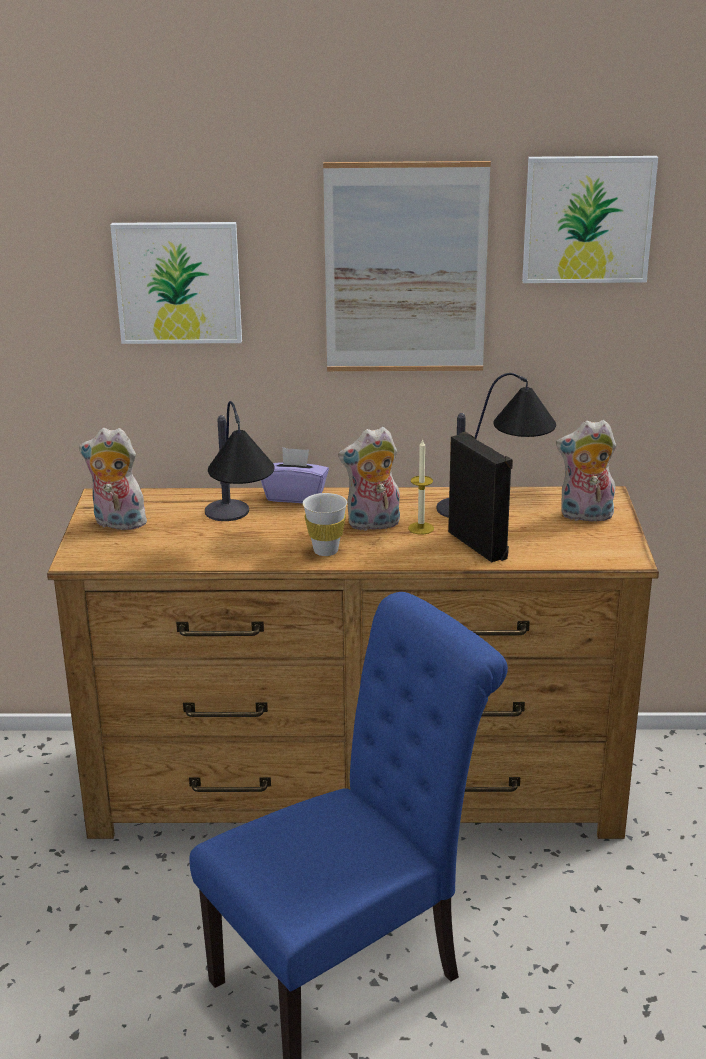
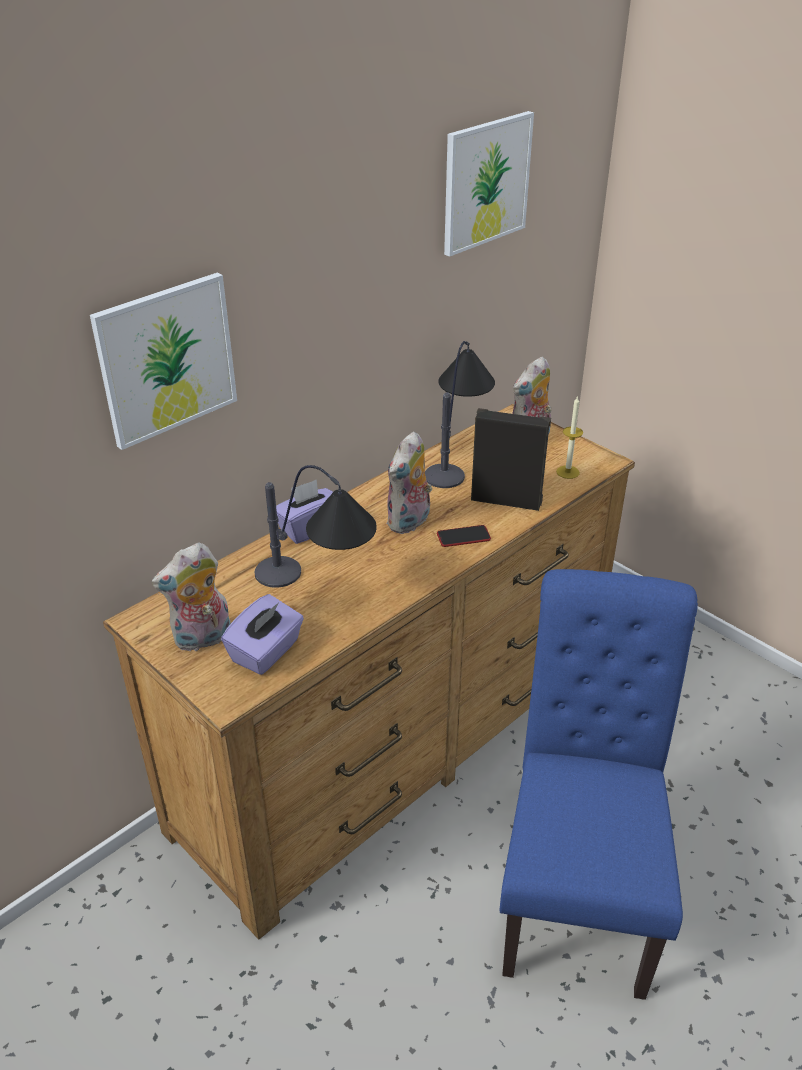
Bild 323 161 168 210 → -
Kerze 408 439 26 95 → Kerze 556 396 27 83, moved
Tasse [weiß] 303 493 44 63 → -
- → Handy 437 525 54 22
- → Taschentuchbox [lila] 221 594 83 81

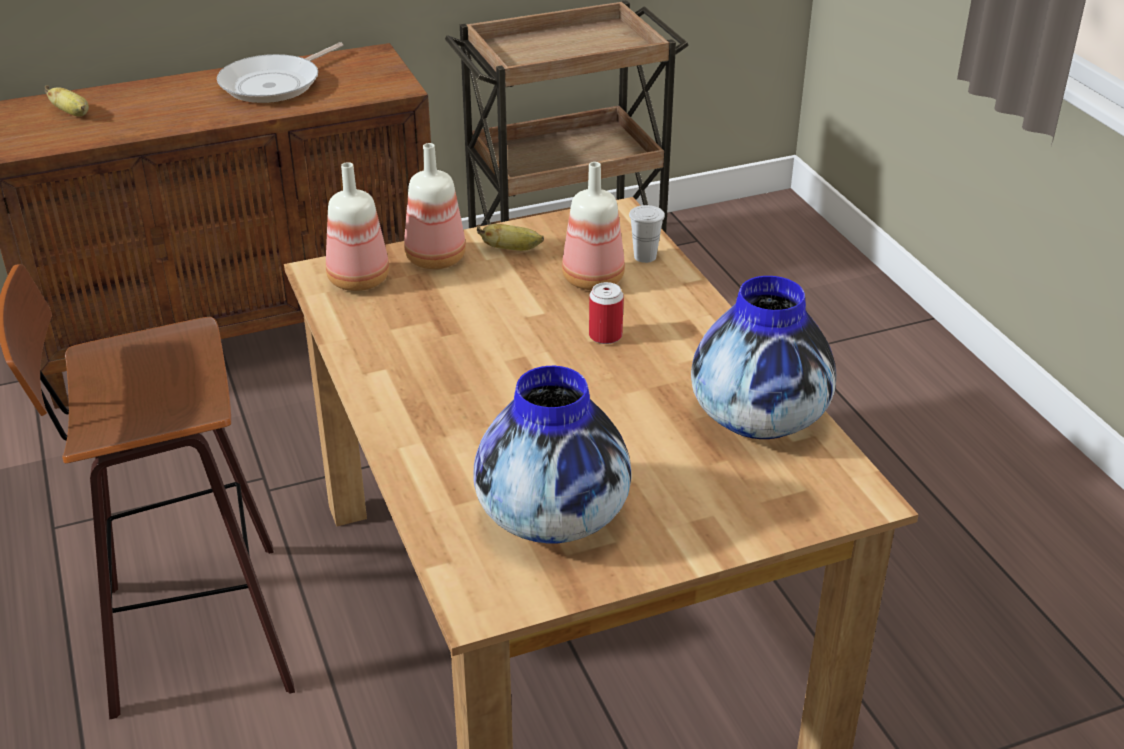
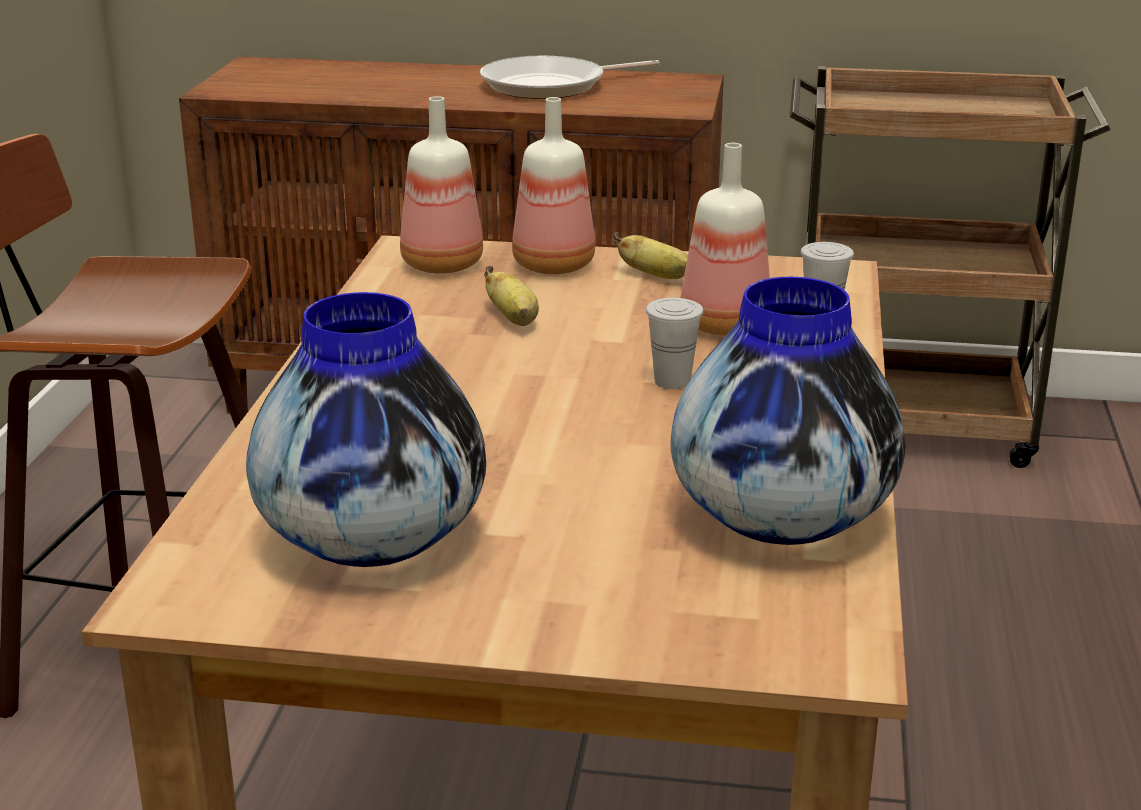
Banane 45 85 44 31 → Banane 484 266 55 60, moved
Dose 589 282 35 62 → Tasse [weiß] 646 298 58 91

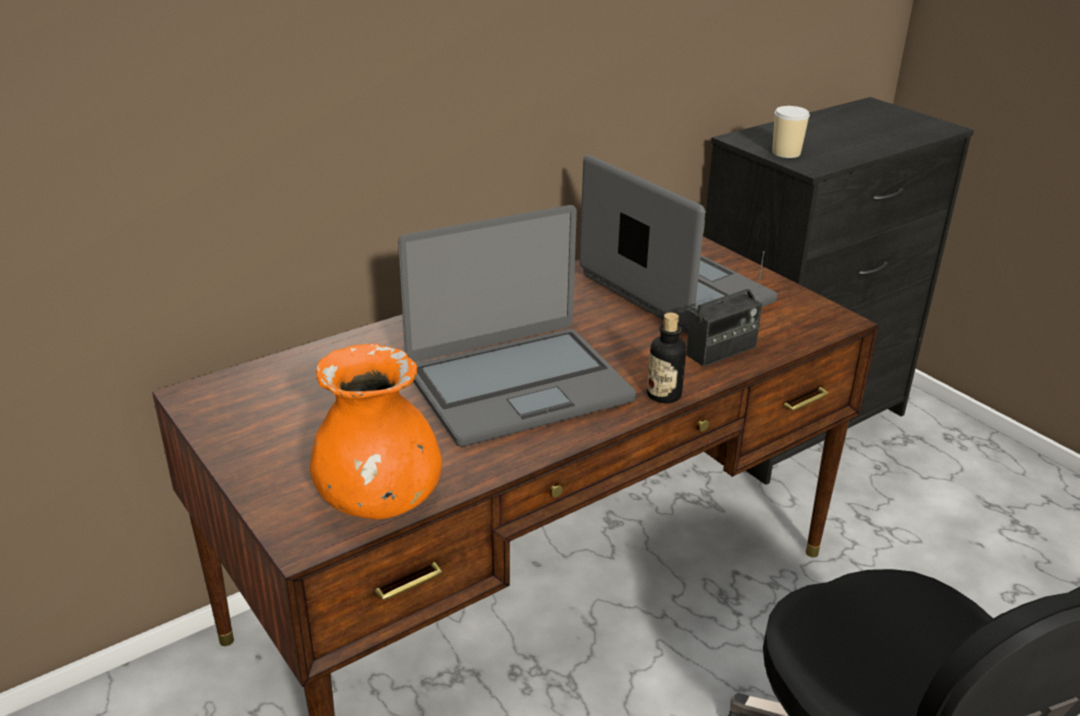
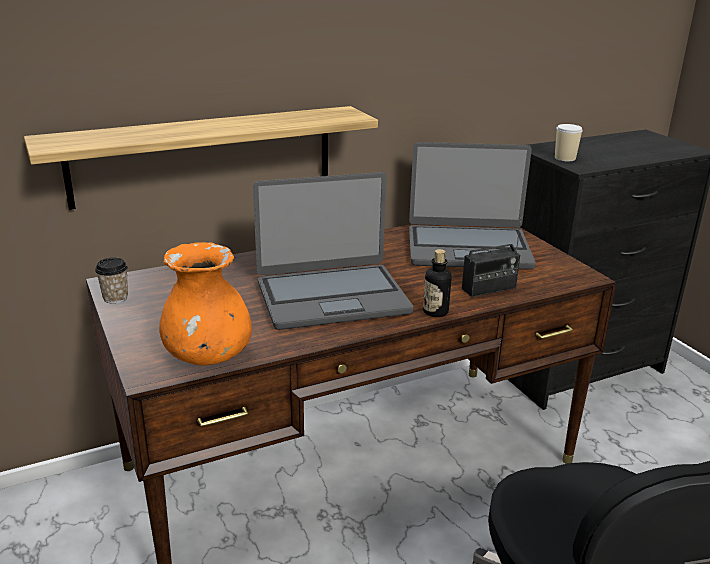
Laptop 579 155 199 179 → Laptop 409 142 127 128, 120 degrees clockwise
- → Wandregal 24 106 354 104
- → Tasse 95 257 33 47

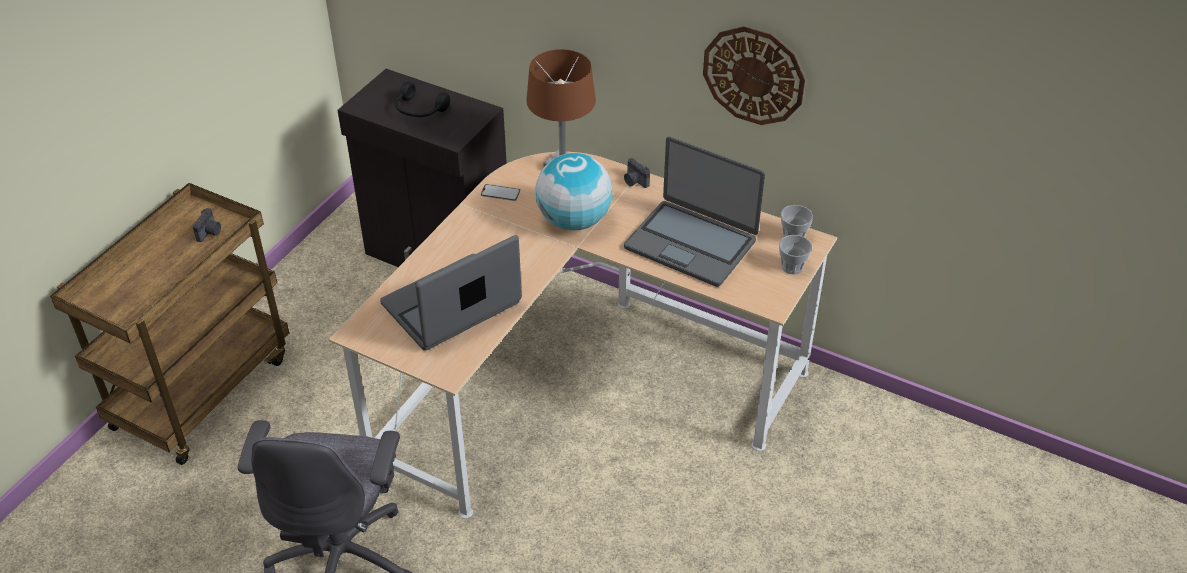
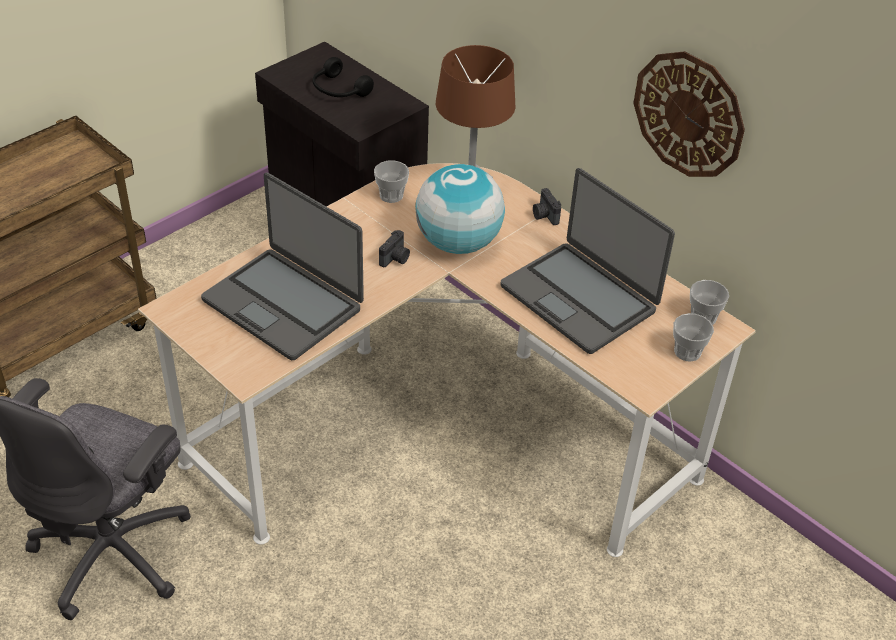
Handy 481 184 39 17 → Tasse 374 161 35 42
Kamera 192 208 29 34 → Kamera 379 230 31 37, moved
Laptop 380 235 142 116 → Laptop 201 173 163 187, 120 degrees counterclockwise

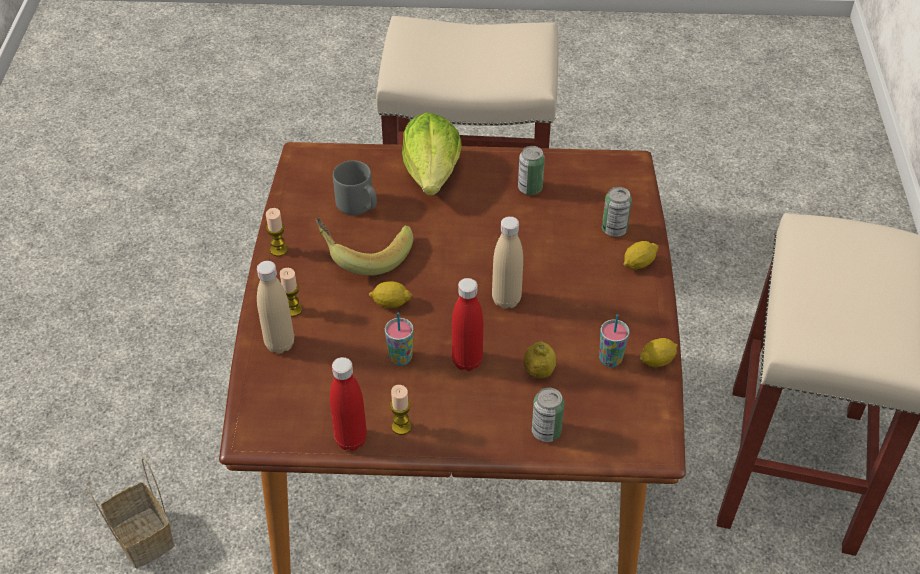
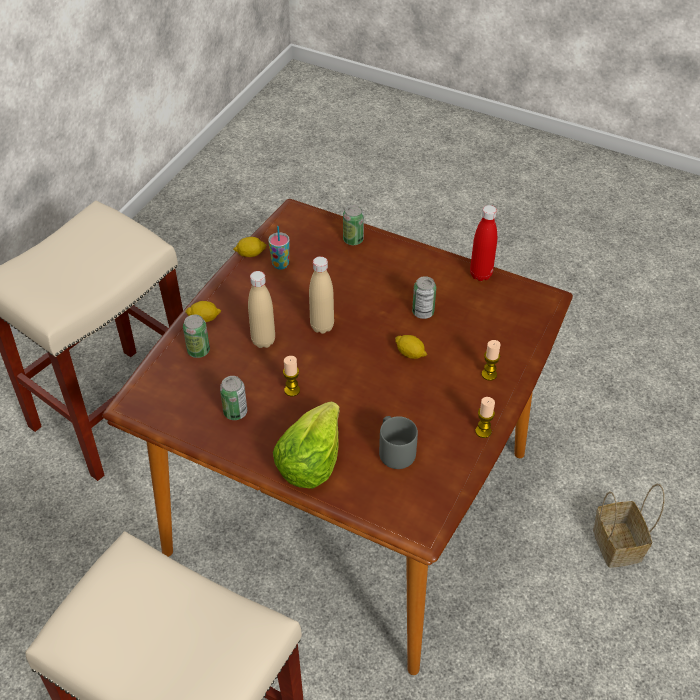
Banane 315 218 99 58 → -
Flasche [beige] 257 261 37 93 → Flasche [beige] 248 271 27 77, moved
Flasche [rot] 452 278 31 93 → -
Tasse 385 313 29 53 → Dose 412 276 24 43
Zitrone 524 342 32 37 → -
Kerze 390 385 22 50 → Kerze 283 356 17 40, moved

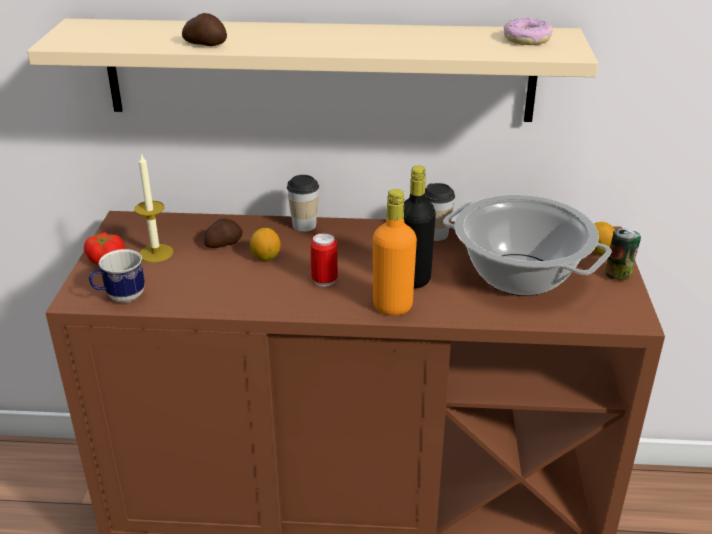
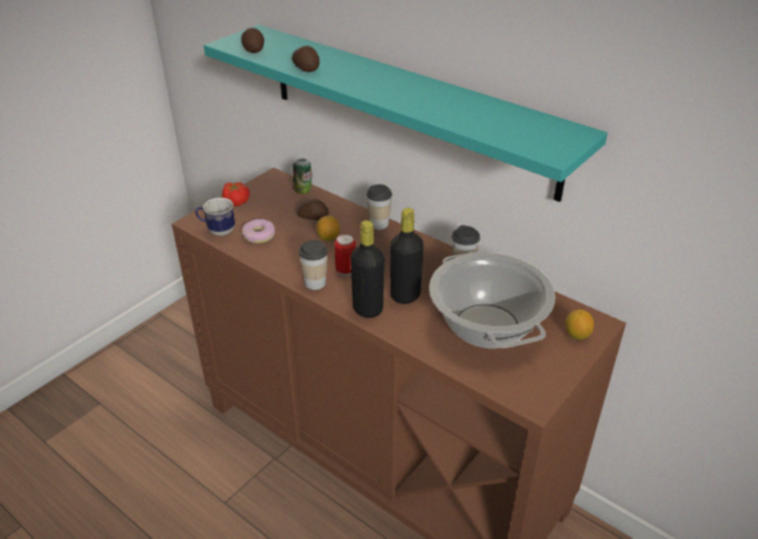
Donut 504 18 49 27 → Donut 242 219 33 24, moved
Wandregal [beige] 27 19 571 103 → Wandregal [türkis] 204 25 404 177
Kerze 134 153 39 110 → -
Flasche [orange] 373 189 44 127 → Flasche [schwarz] 351 220 33 98
Dose 606 228 35 52 → Dose 293 158 19 36, moved
- → Kartoffel 241 28 23 25
- → Tasse 299 240 29 50

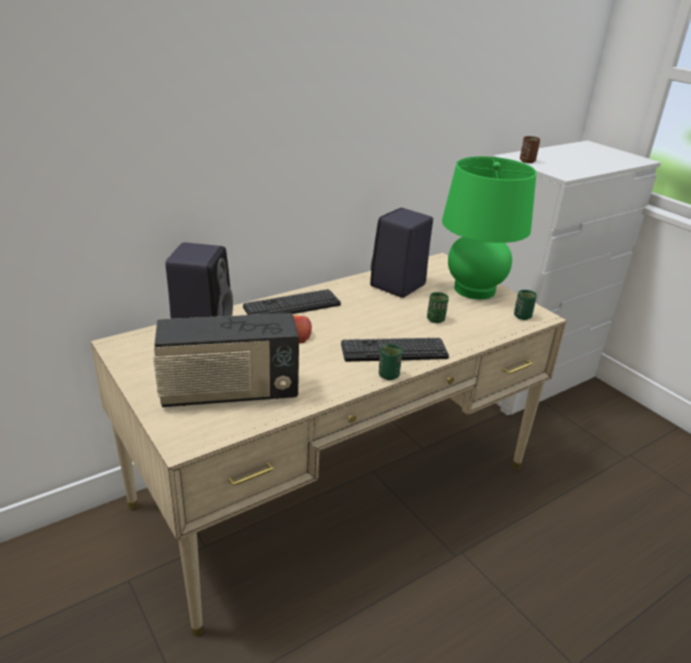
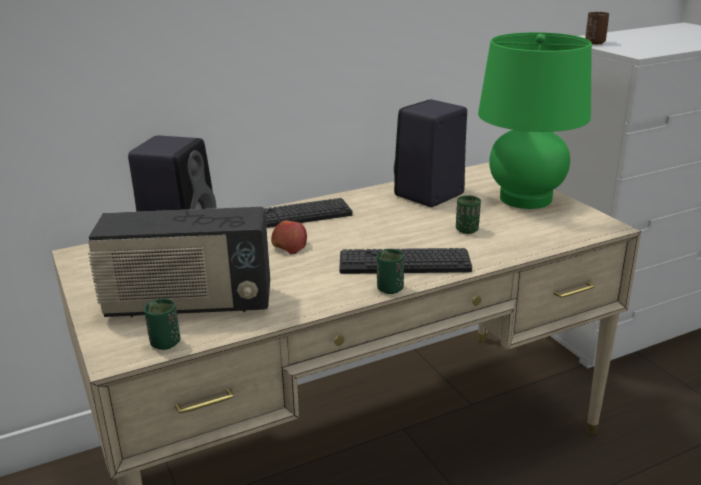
Tasse [grün] 514 290 23 30 → Tasse [grün] 144 299 36 51, moved

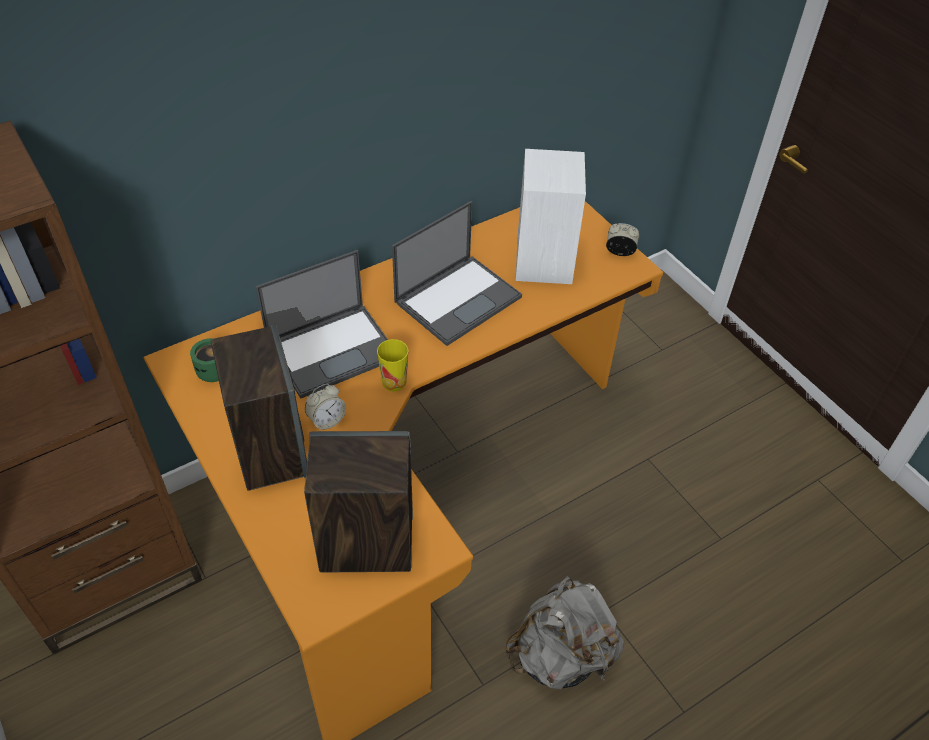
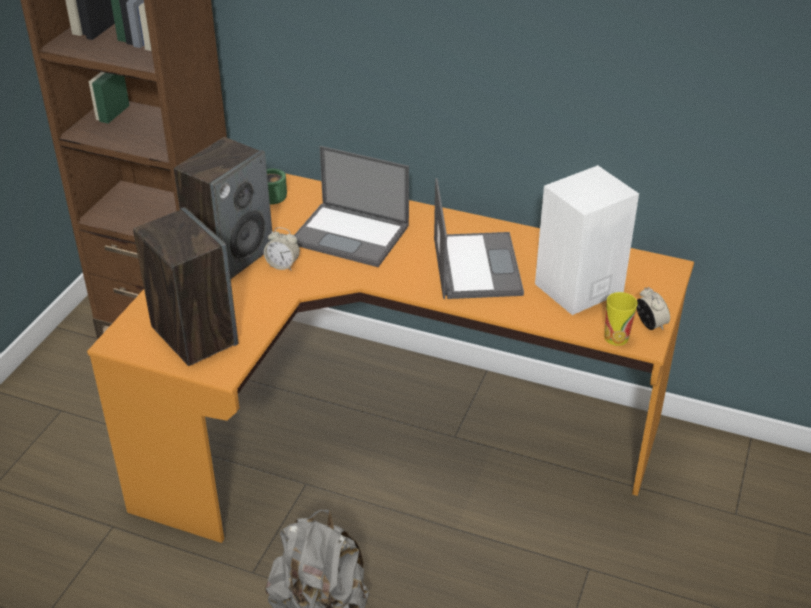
Laptop 392 201 130 145 → Laptop 434 178 90 121, 105 degrees counterclockwise
Tasse 377 339 31 53 → Tasse 604 292 34 54, moved

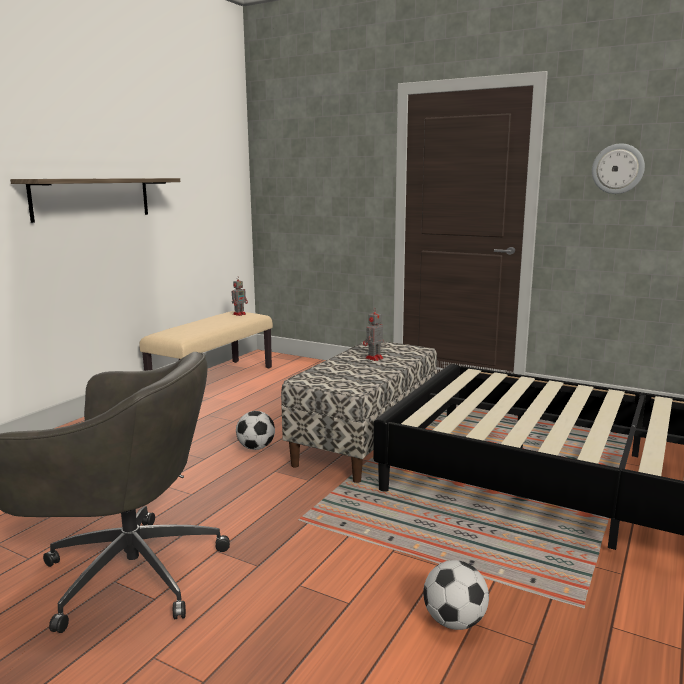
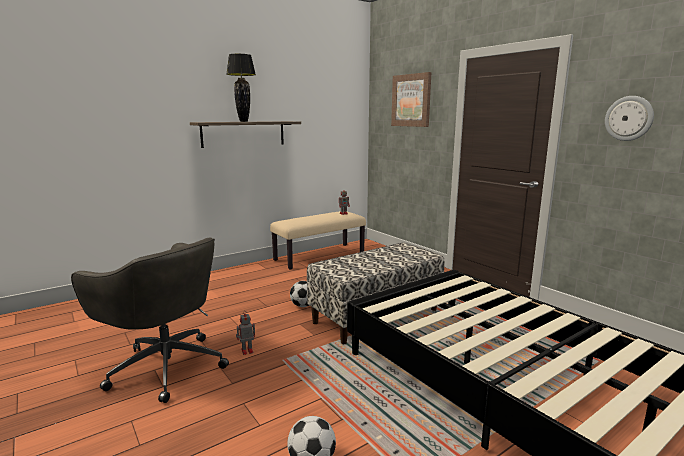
Spielzeugroboter 363 308 21 53 → Spielzeugroboter 236 312 19 43, moved
- → Tischlampe [schwarz] 227 54 29 68
- → Bild 391 72 41 55

